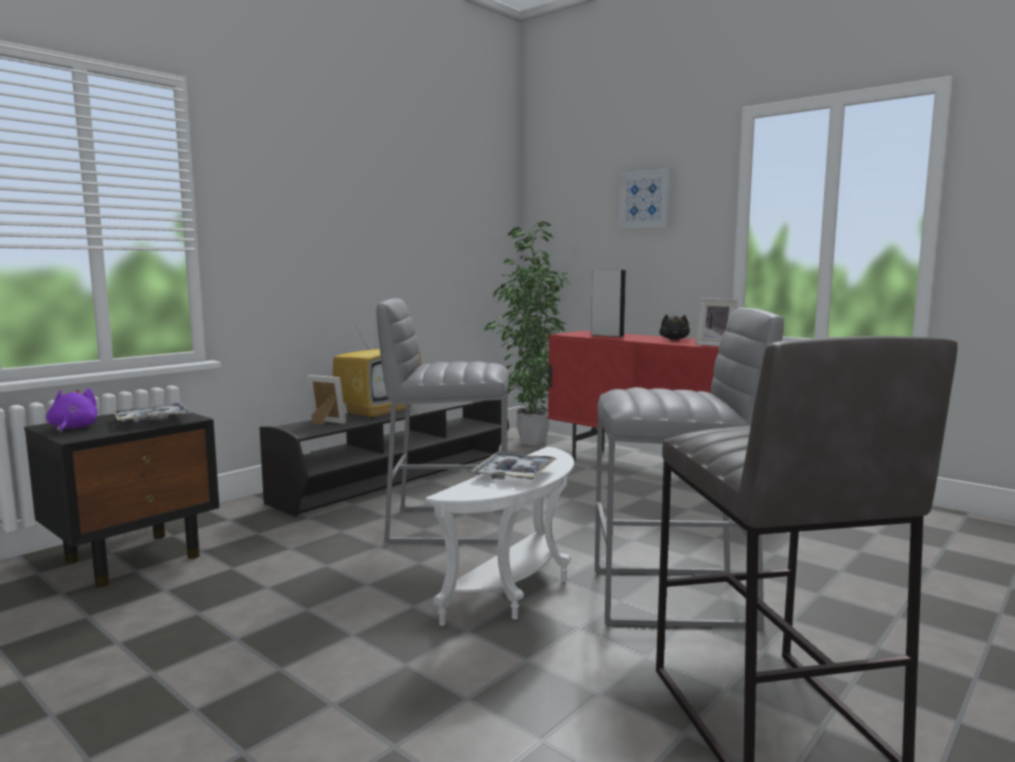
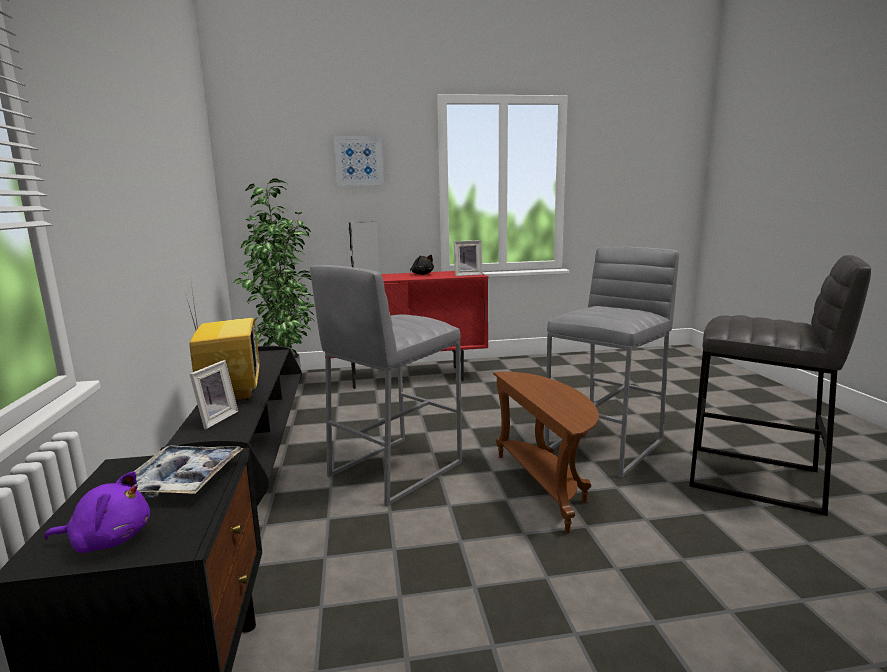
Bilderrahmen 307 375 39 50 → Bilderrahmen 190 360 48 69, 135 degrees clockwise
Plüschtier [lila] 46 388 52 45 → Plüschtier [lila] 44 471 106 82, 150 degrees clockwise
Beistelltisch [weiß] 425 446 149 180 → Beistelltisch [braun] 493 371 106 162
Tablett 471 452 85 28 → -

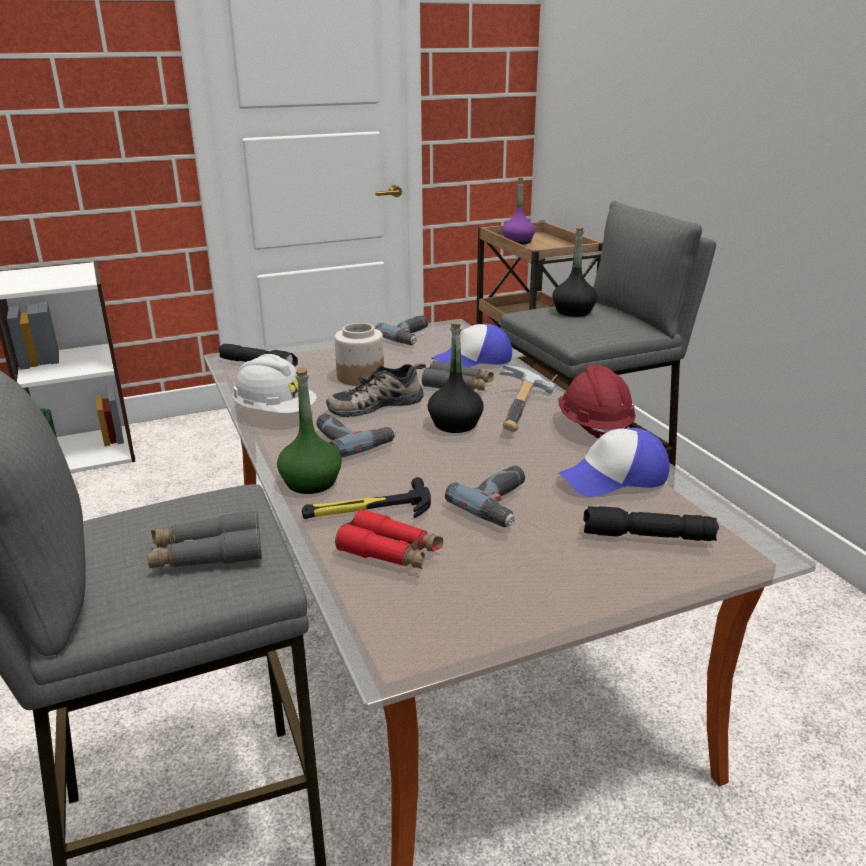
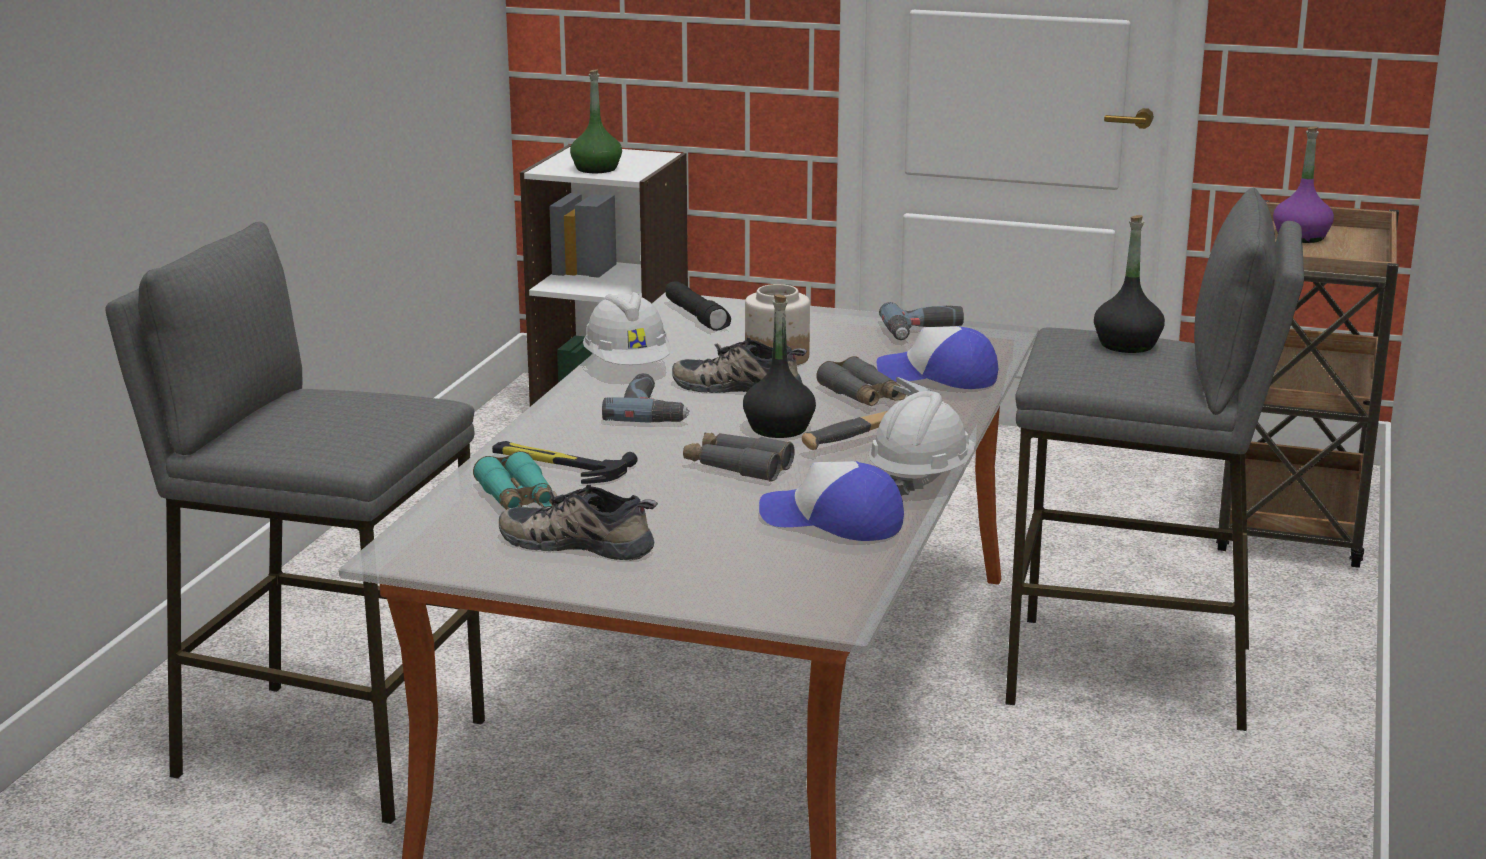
Schutzhelm [rot] 558 365 78 73 → Schutzhelm [weiß] 869 391 106 105
Flasche [grün] 277 367 65 127 → Flasche [grün] 570 69 52 104, moved
Bohrmaschine 445 465 80 62 → -
Taschenlampe [schwarz] 583 506 136 35 → -
Fernglas [rot] 335 509 108 60 → Fernglas [türkis] 473 451 80 59
Fernglas [grau] 147 510 115 58 → Fernglas [grau] 683 432 112 50, moved
- → Schuh 499 485 159 76

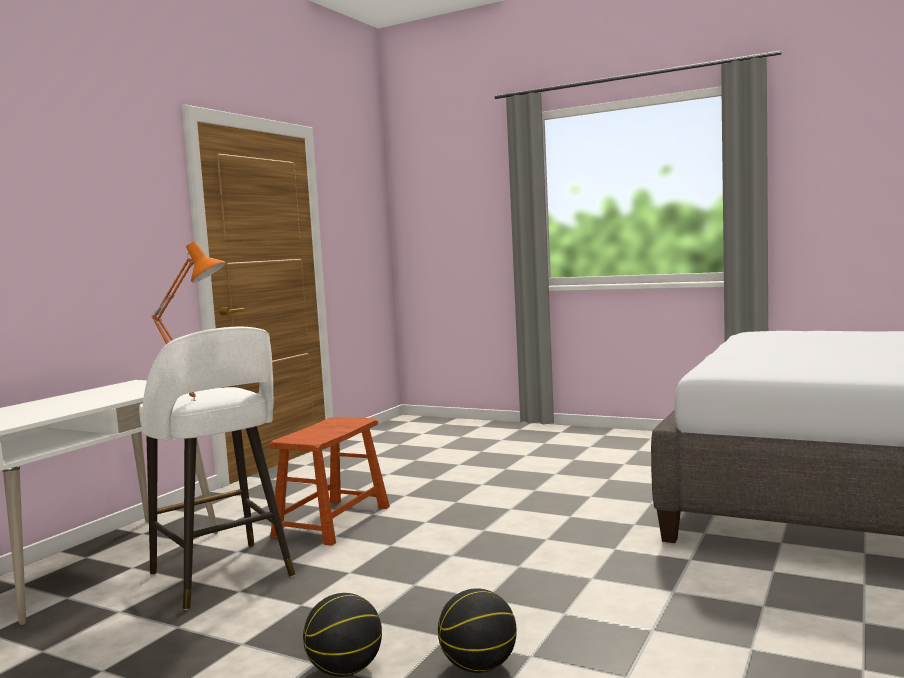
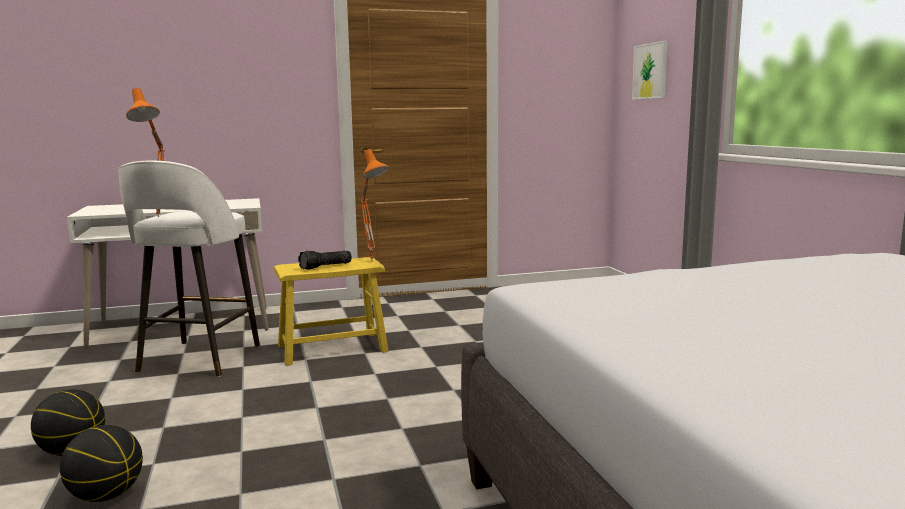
Hocker [braun] 269 417 121 129 → Hocker [gelb] 274 257 115 109
- → Bild 632 41 35 59
- → Tischlampe [orange] 361 149 28 112
- → Taschenlampe 298 250 54 20

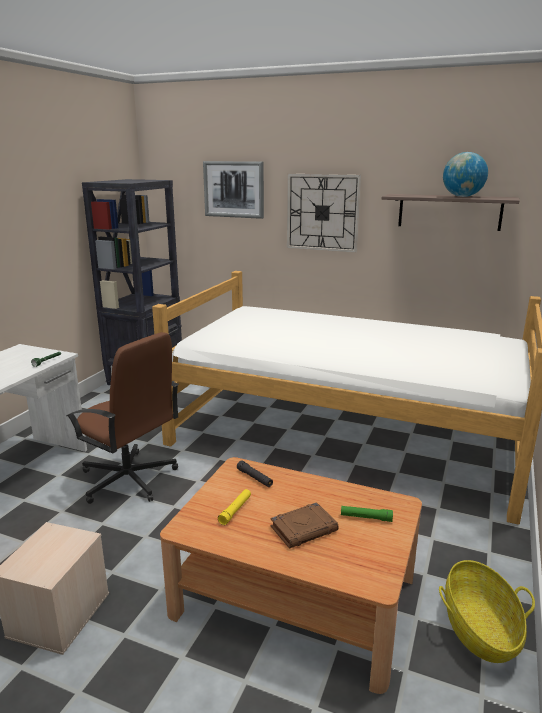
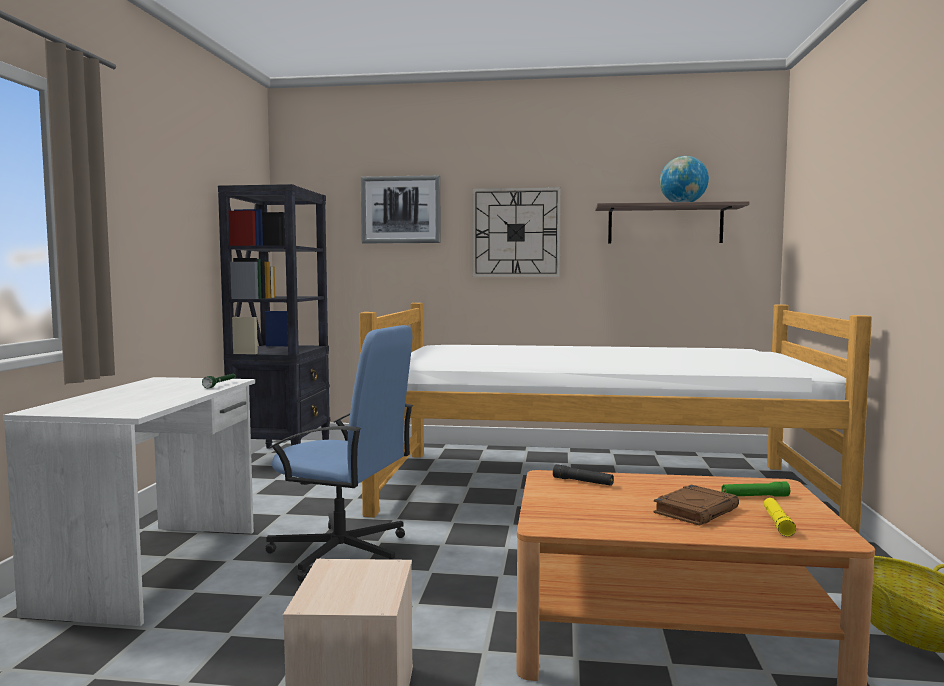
Bürostuhl [braun] 66 332 113 172 → Bürostuhl [blau] 265 325 149 257
Taschenlampe [gelb] 218 489 33 36 → Taschenlampe [gelb] 764 498 32 39, moved

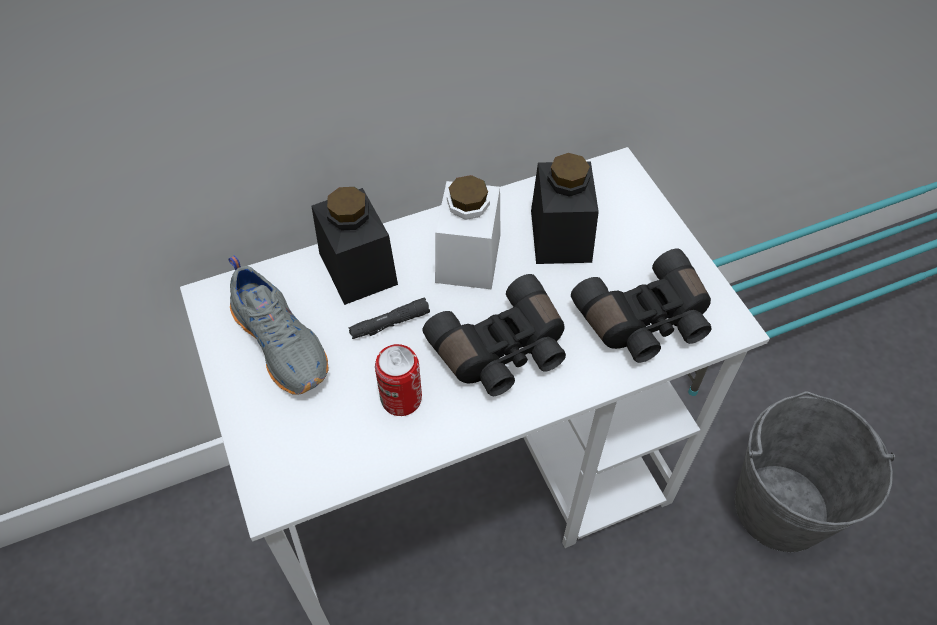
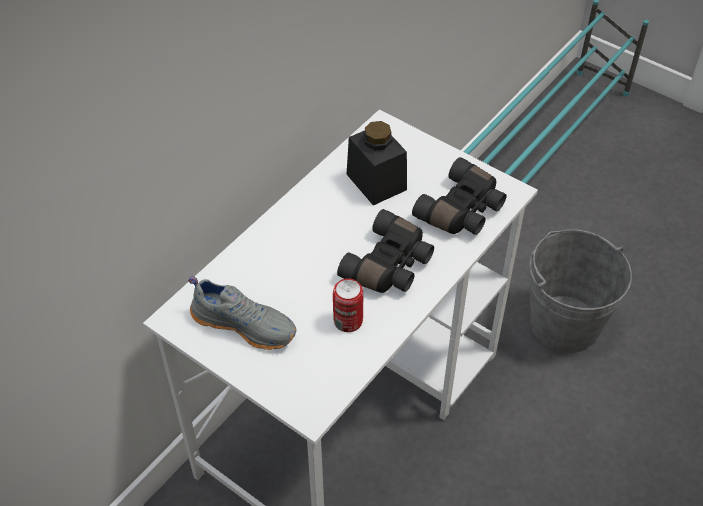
Vorratsglas [weiß] 435 175 65 115 → -
Vorratsglas [schwarz] 311 187 87 118 → -
Taschenlampe [schwarz] 349 298 81 41 → -

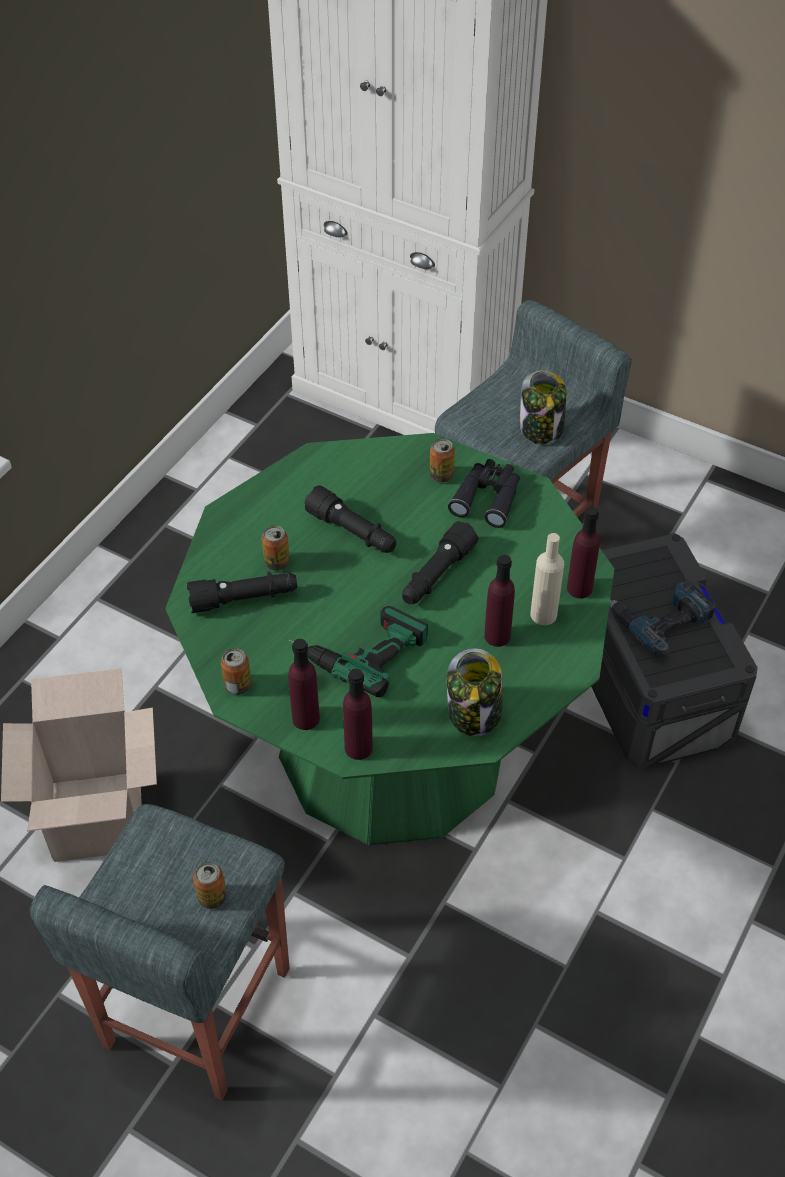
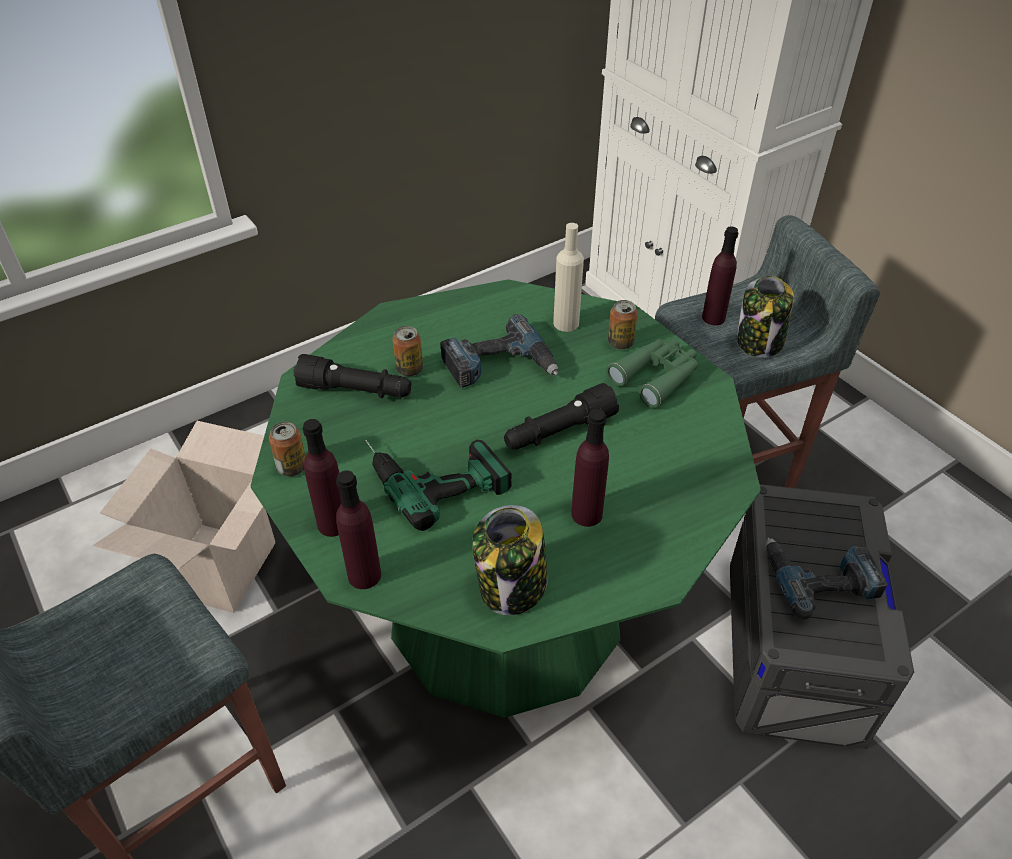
Fernglas [schwarz] 448 459 72 69 → Fernglas [grün] 606 339 92 69
Taschenlampe [schwarz] 304 485 92 68 → Bohrmaschine 440 314 119 74
Flasche [lila] 567 506 33 93 → Flasche [lila] 702 226 36 99, moved
Flasche [beige] 530 533 34 92 → Flasche [beige] 553 223 31 109, moved
Dose 193 862 34 47 → -

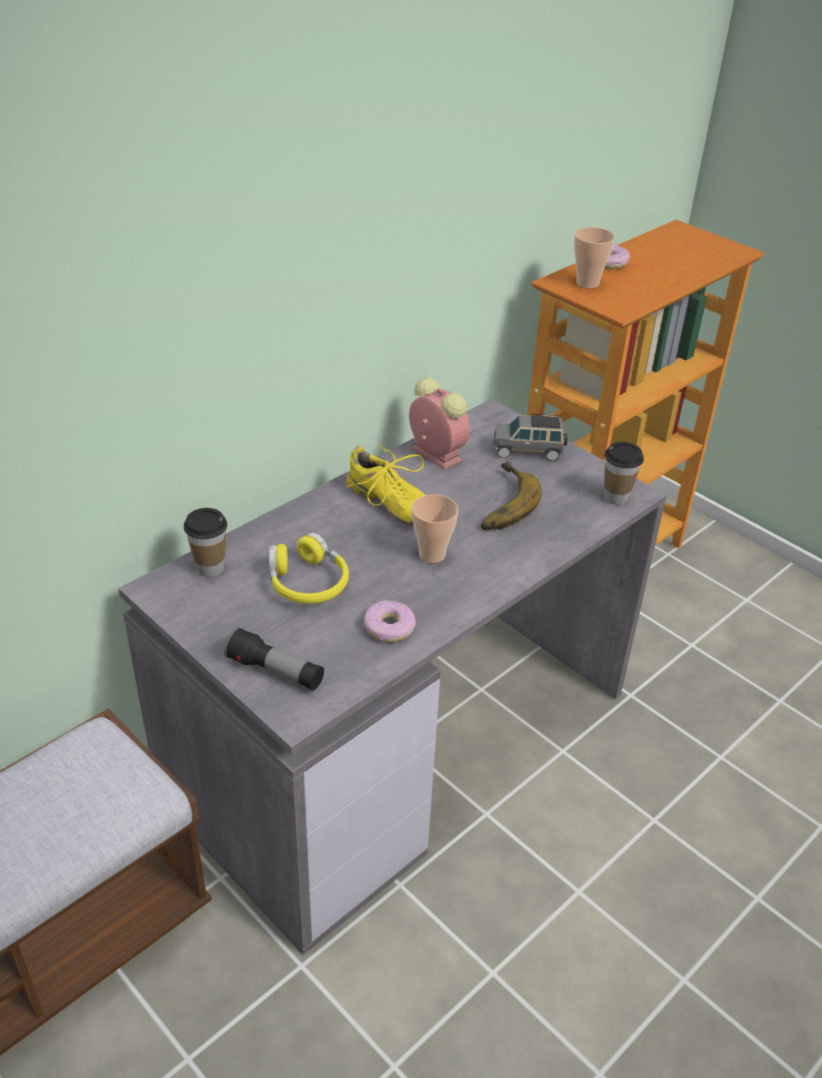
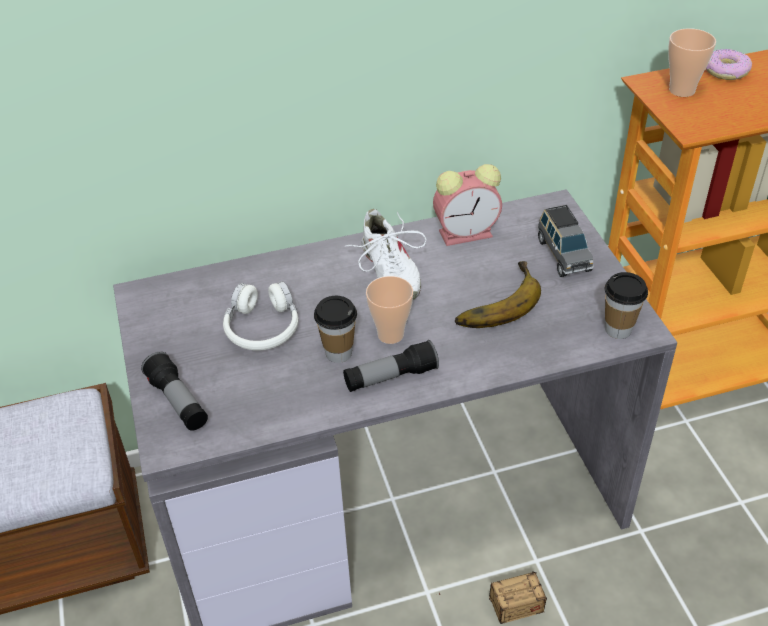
Wecker 409 378 61 92 → Wecker 433 164 69 82, 90 degrees clockwise
Spielzeugauto [grau] 494 413 74 48 → Spielzeugauto [grau] 538 205 56 72, 135 degrees counterclockwise
Schuh [gelb] 347 445 78 80 → Schuh [weiß] 345 209 82 91
Tasse 184 508 43 69 → Tasse 314 296 43 67, moved
Kopfhörer [gelb] 269 532 80 72 → Kopfhörer [weiß] 223 281 75 69
Donut 364 600 52 42 → -
- → Taschenlampe 343 340 96 52
- → Aufbewahrungsbox 439 571 108 53

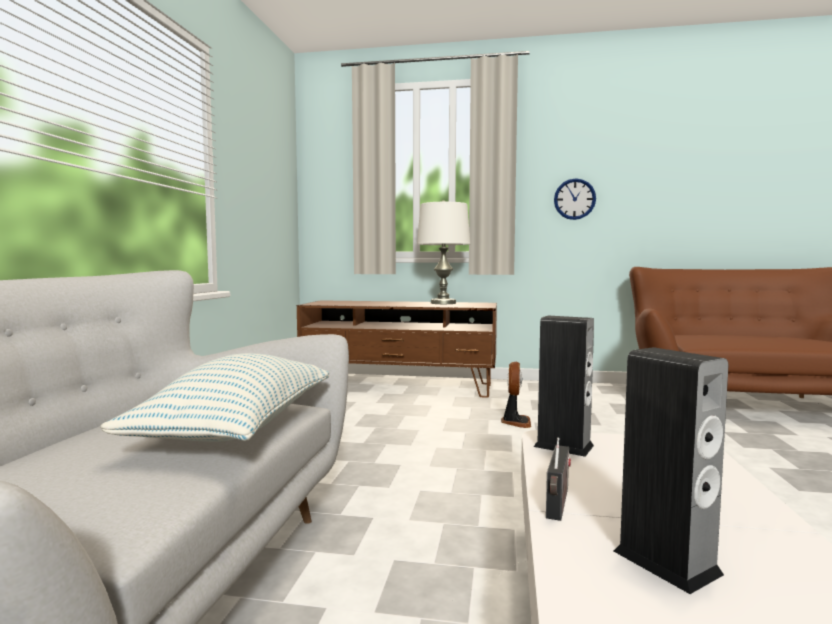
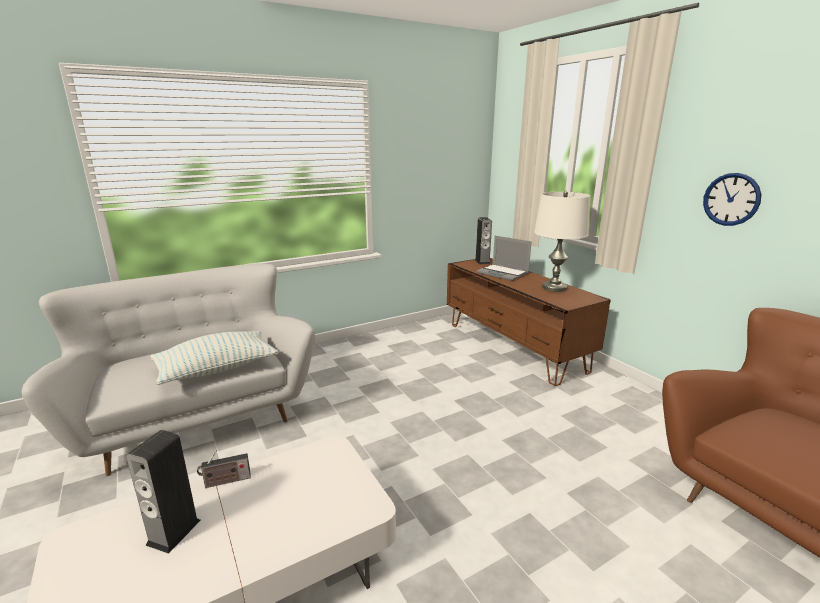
Lautsprecher 534 316 60 141 → Lautsprecher 475 217 17 47, moved
Ventilator 501 362 30 66 → -
- → Laptop 477 236 55 45

